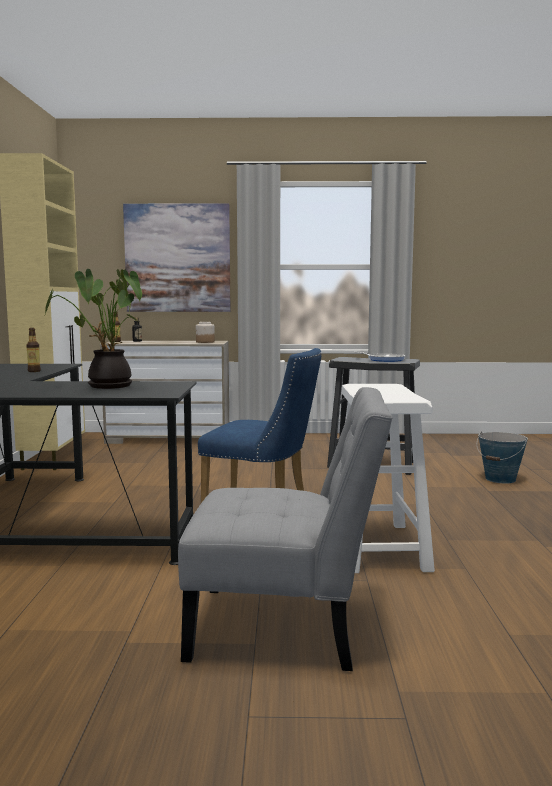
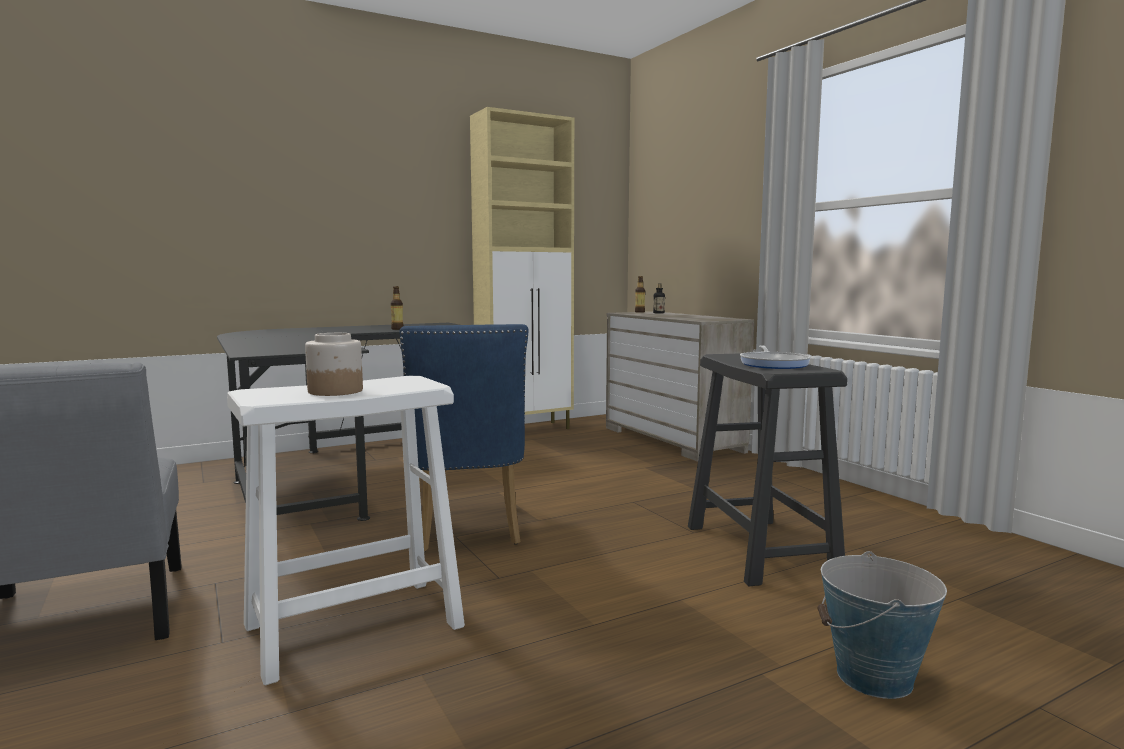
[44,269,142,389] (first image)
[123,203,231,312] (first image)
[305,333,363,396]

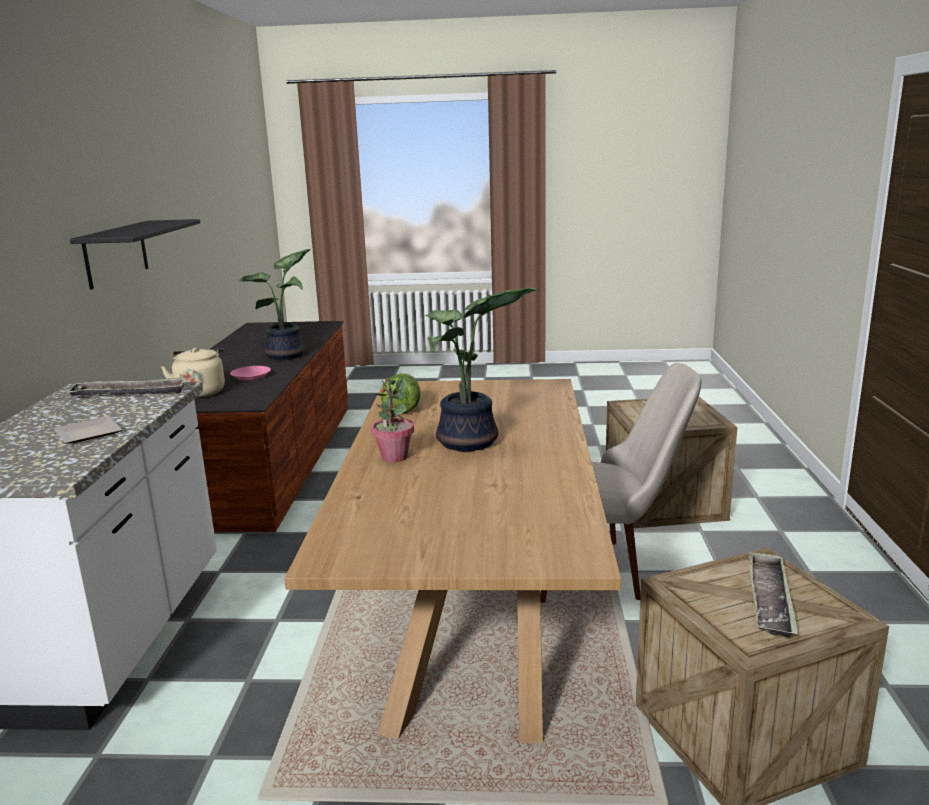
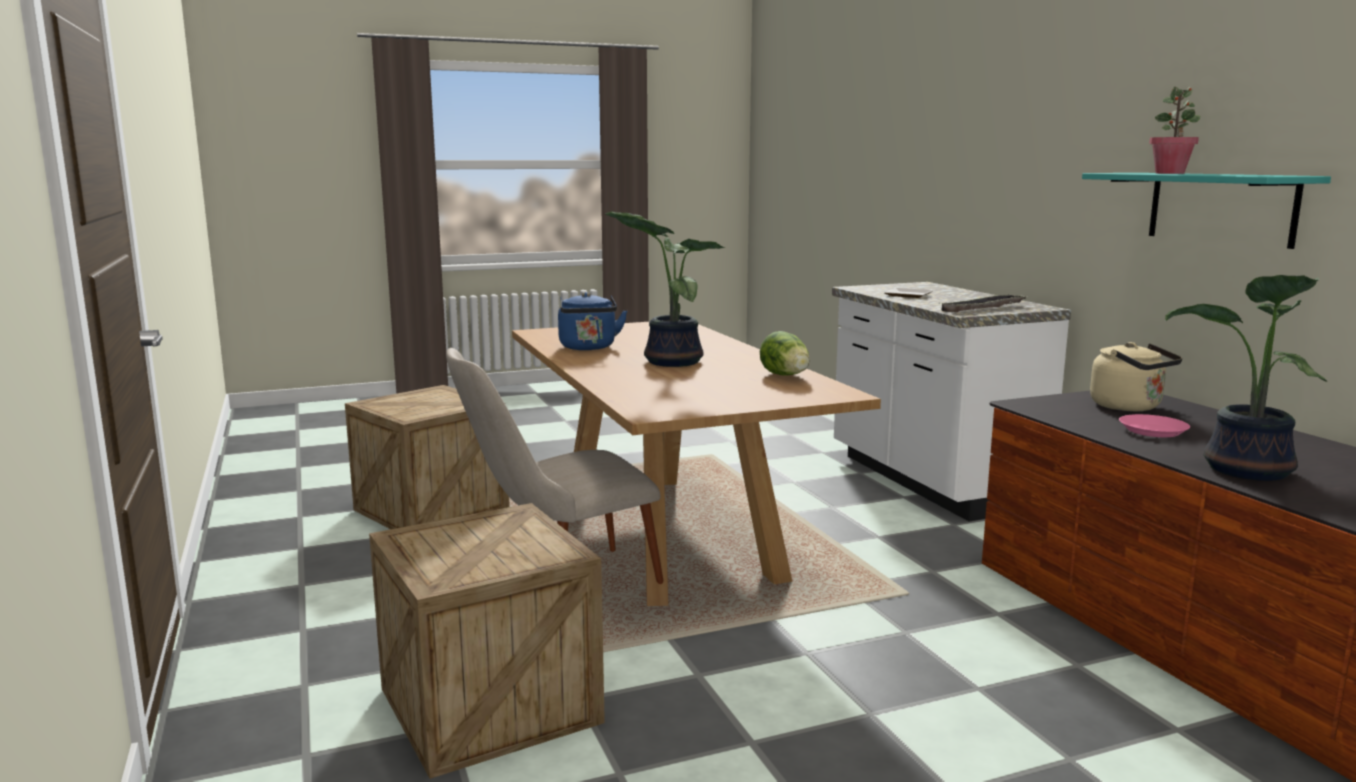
[1082,173,1331,249]
[1149,87,1201,174]
[748,551,798,638] (first image)
[558,292,627,350]

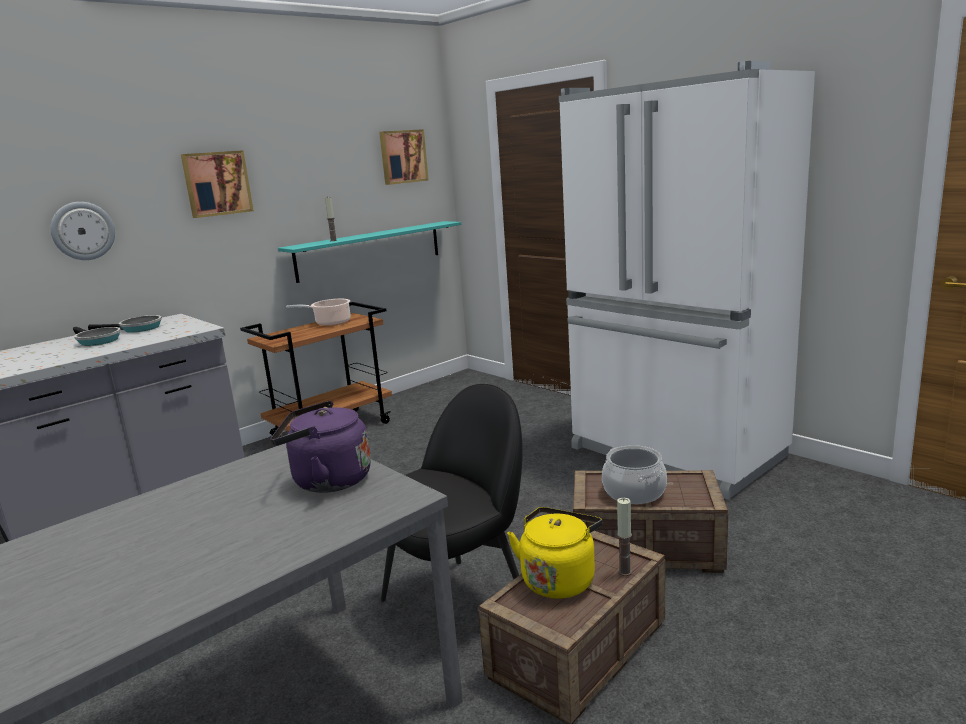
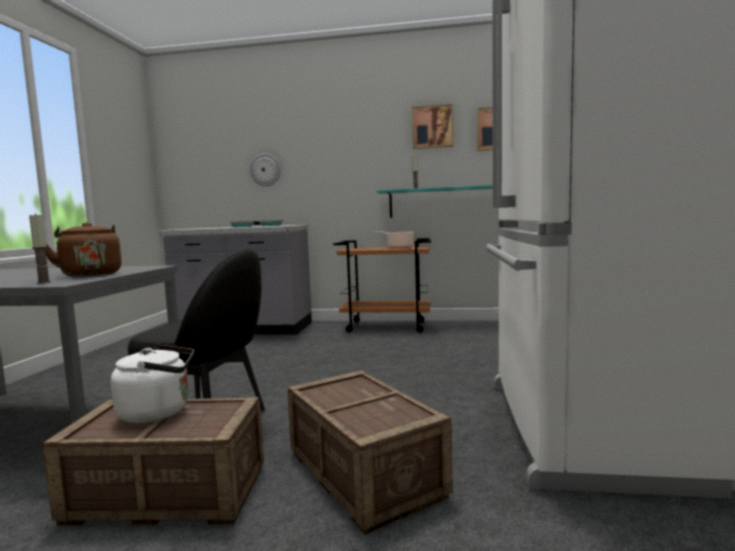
[412,104,454,149]
[45,222,122,277]
[111,344,194,423]
[602,445,667,504] (first image)
[29,213,51,284]

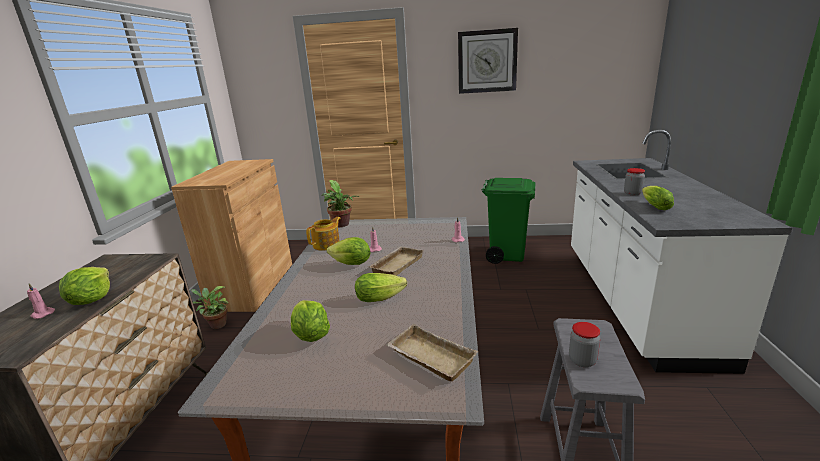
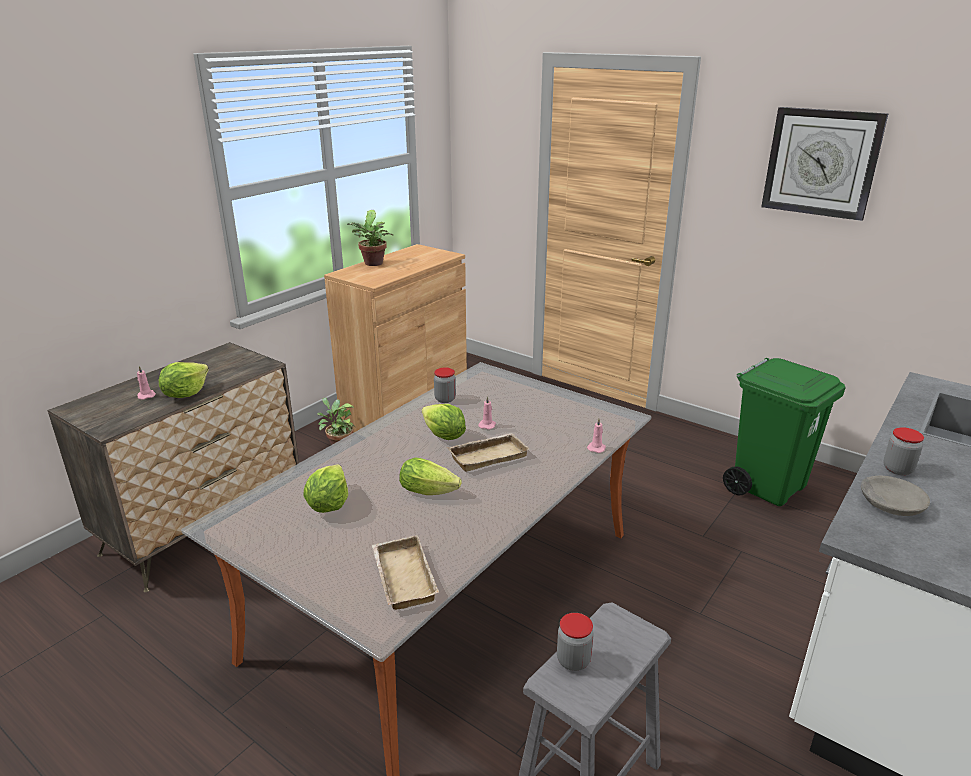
[434,367,456,403]
[347,210,393,266]
[861,476,930,516]

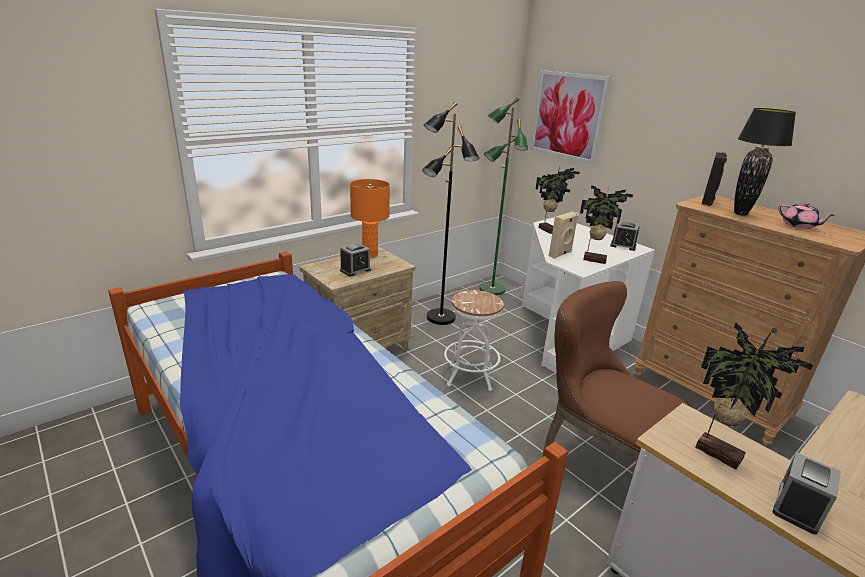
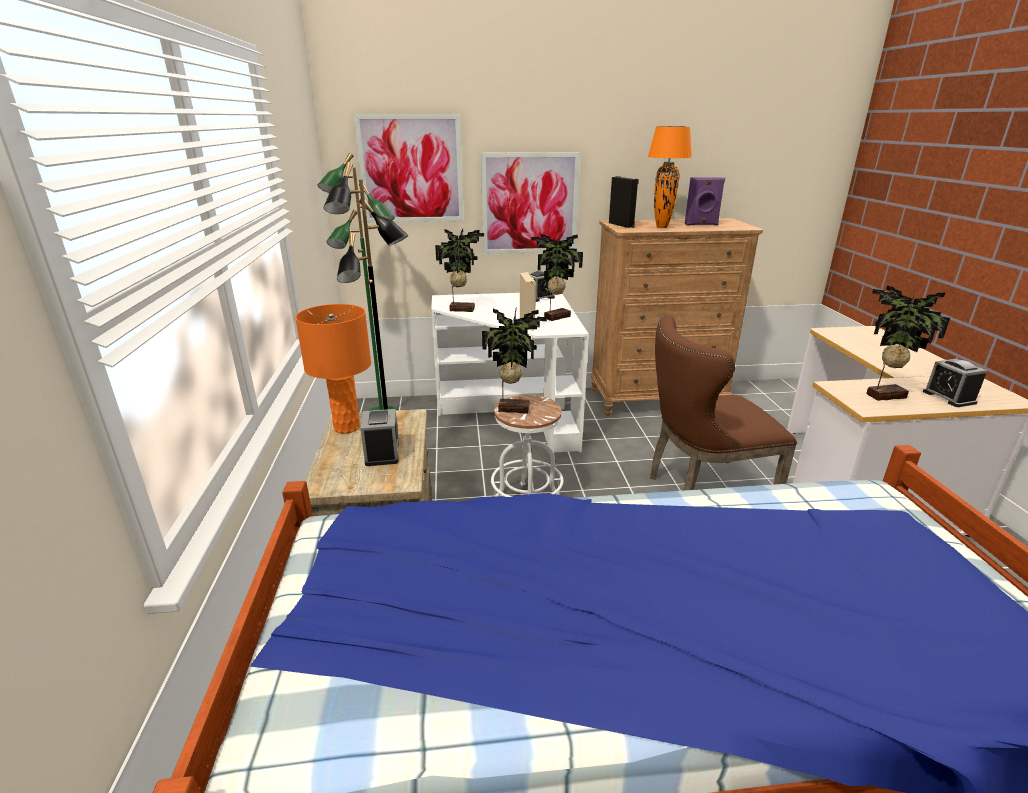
[648,126,692,228]
[685,177,725,225]
[481,152,580,254]
[482,306,547,414]

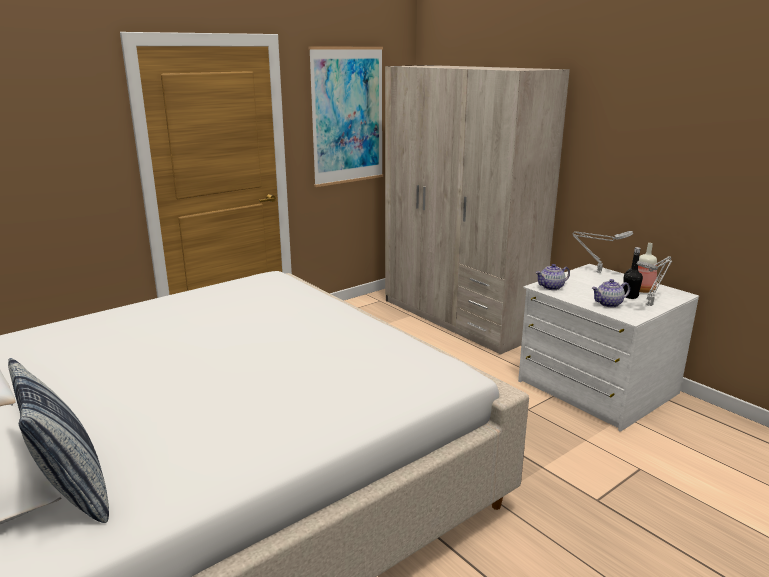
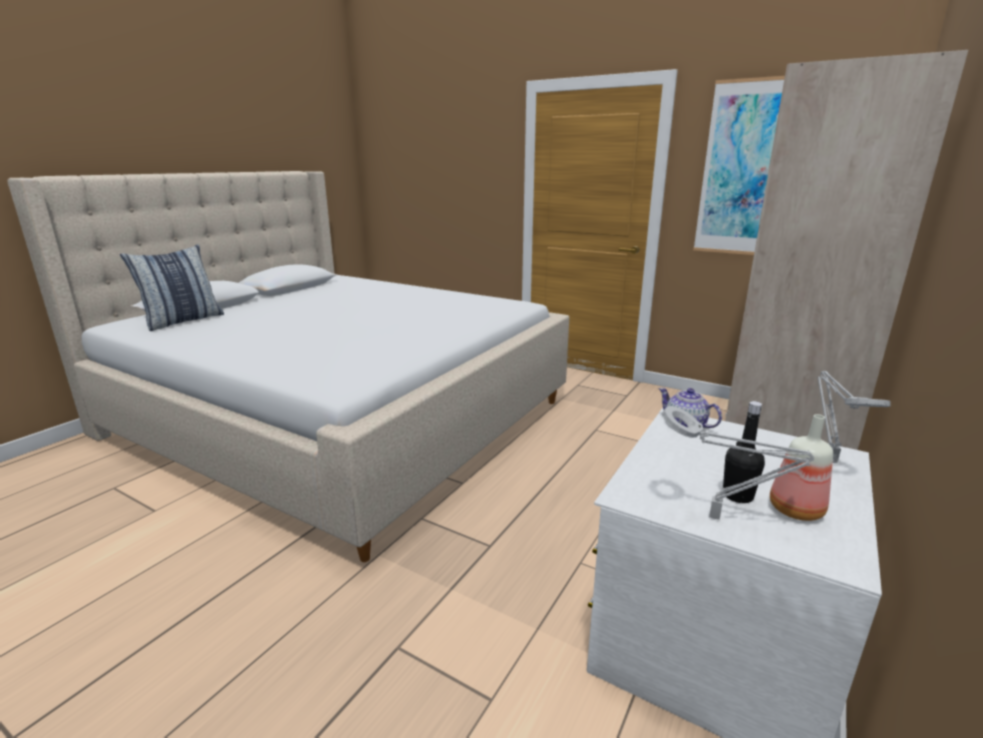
[592,279,630,307] (first image)

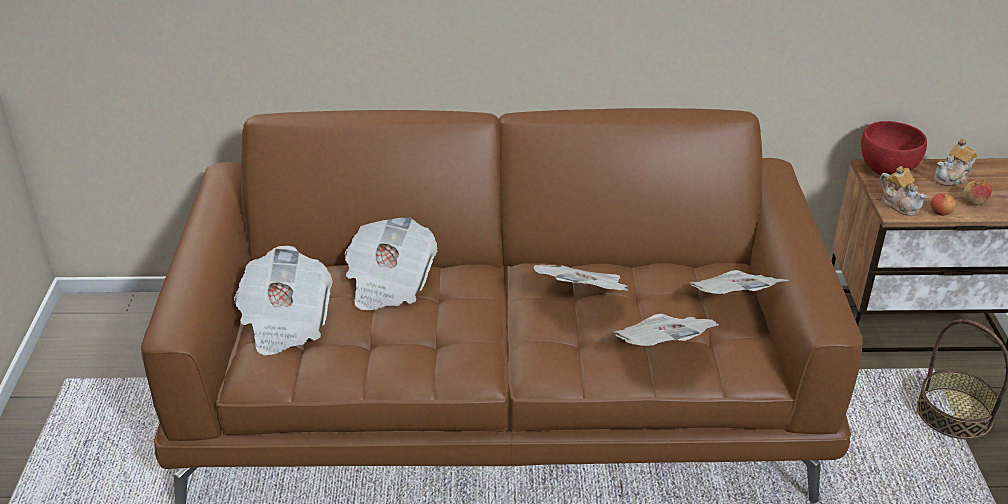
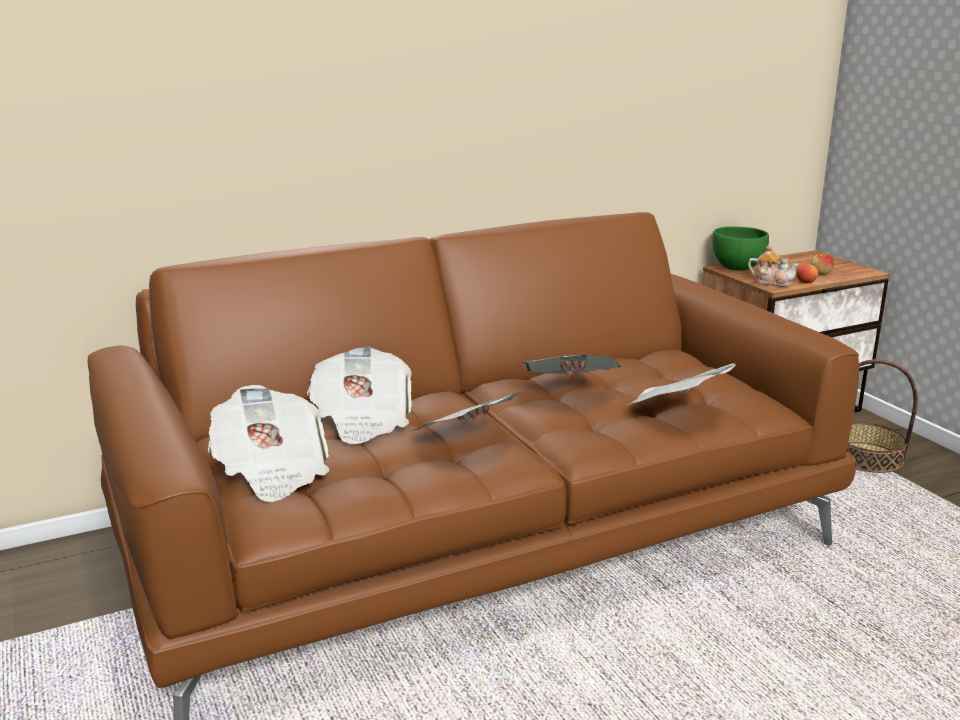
[413,392,524,431]
[712,226,769,270]
[933,138,977,186] (first image)

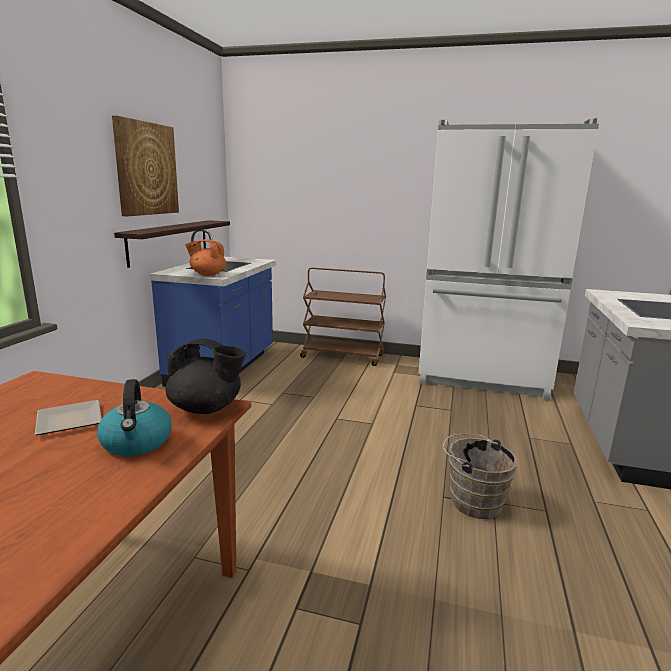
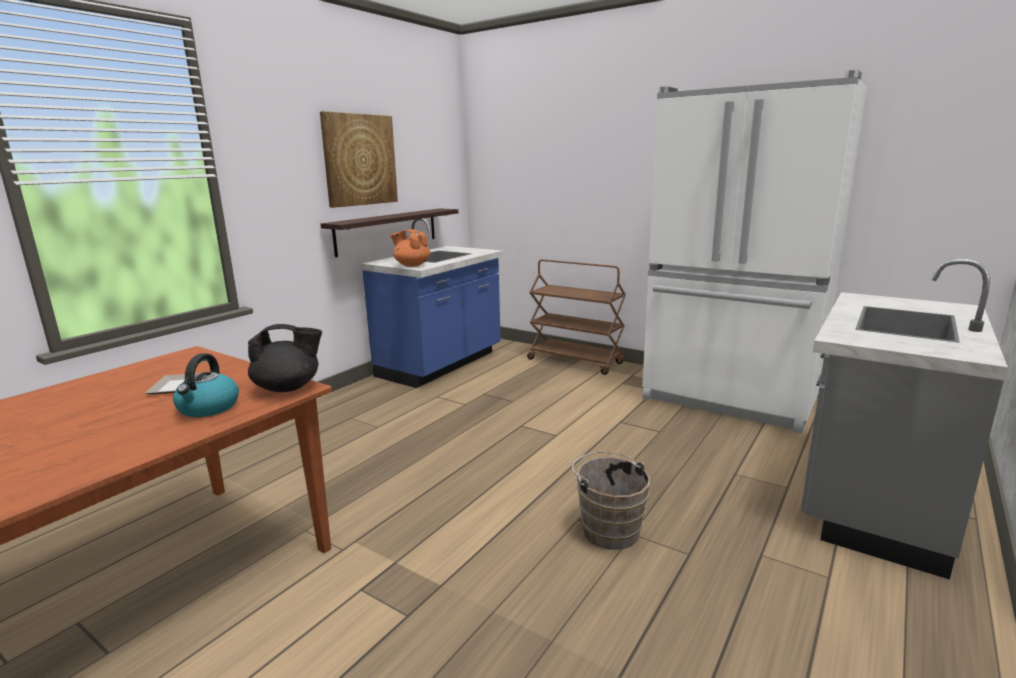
[248,324,322,392]

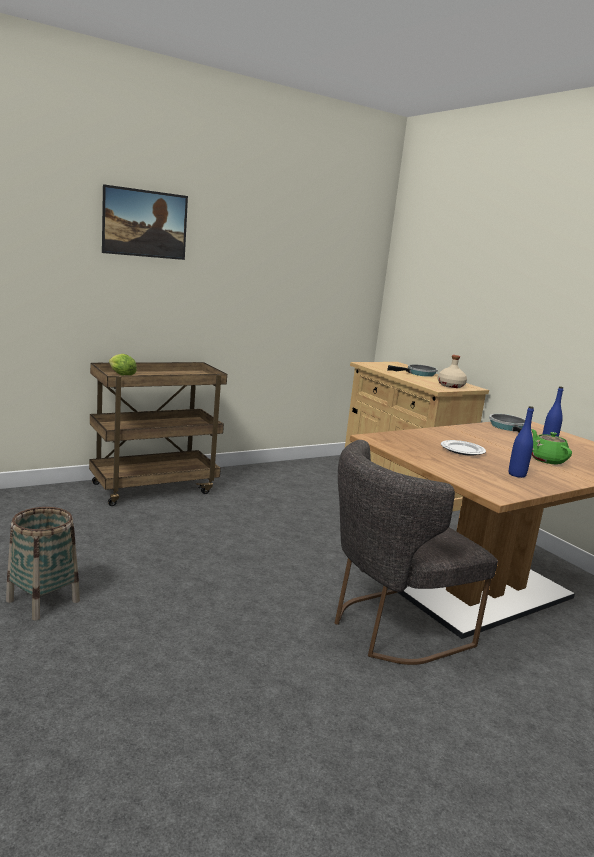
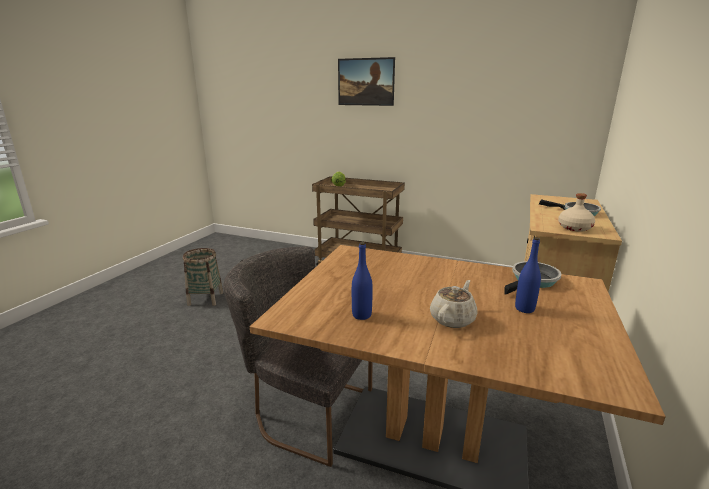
[441,440,486,456] (first image)
[430,280,477,328]

